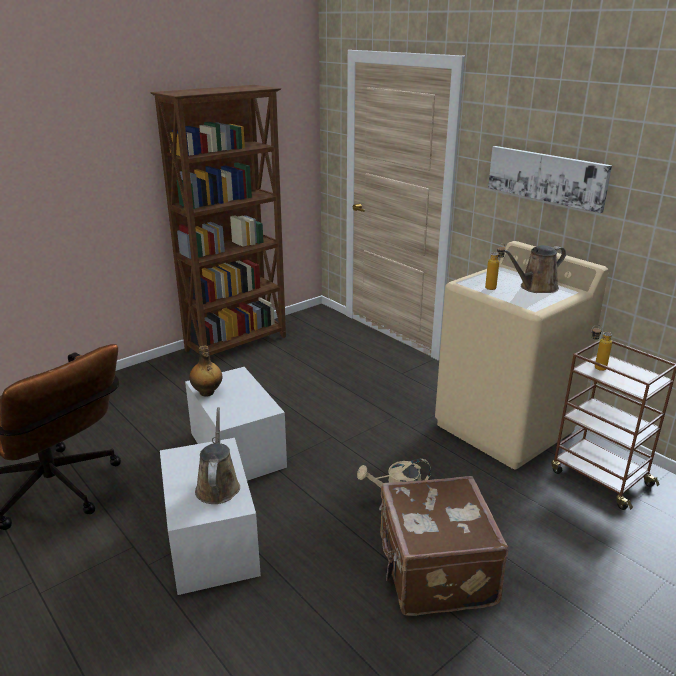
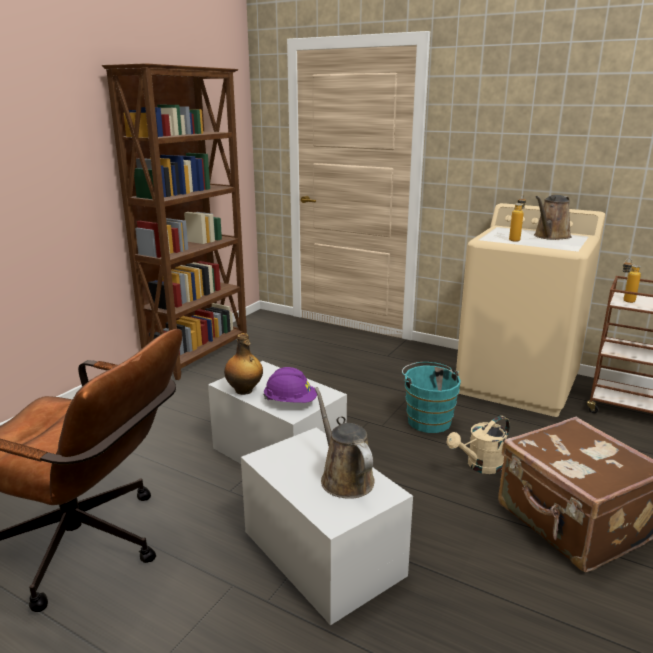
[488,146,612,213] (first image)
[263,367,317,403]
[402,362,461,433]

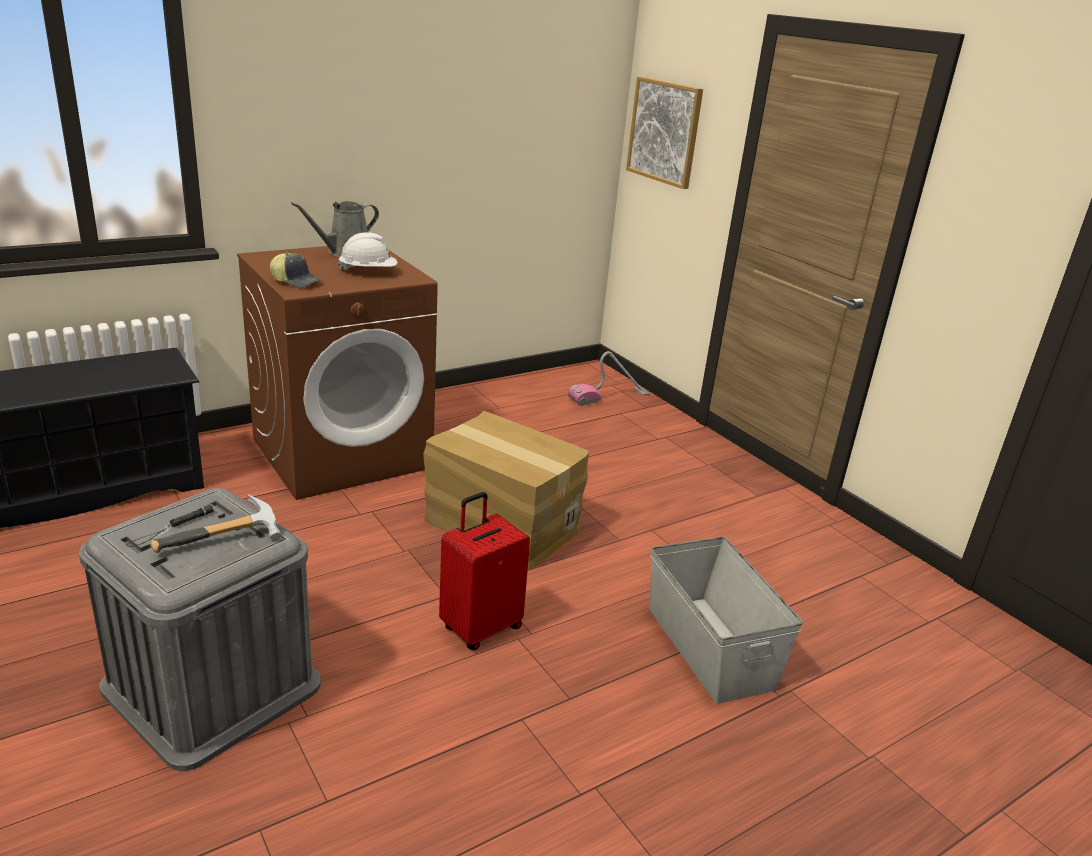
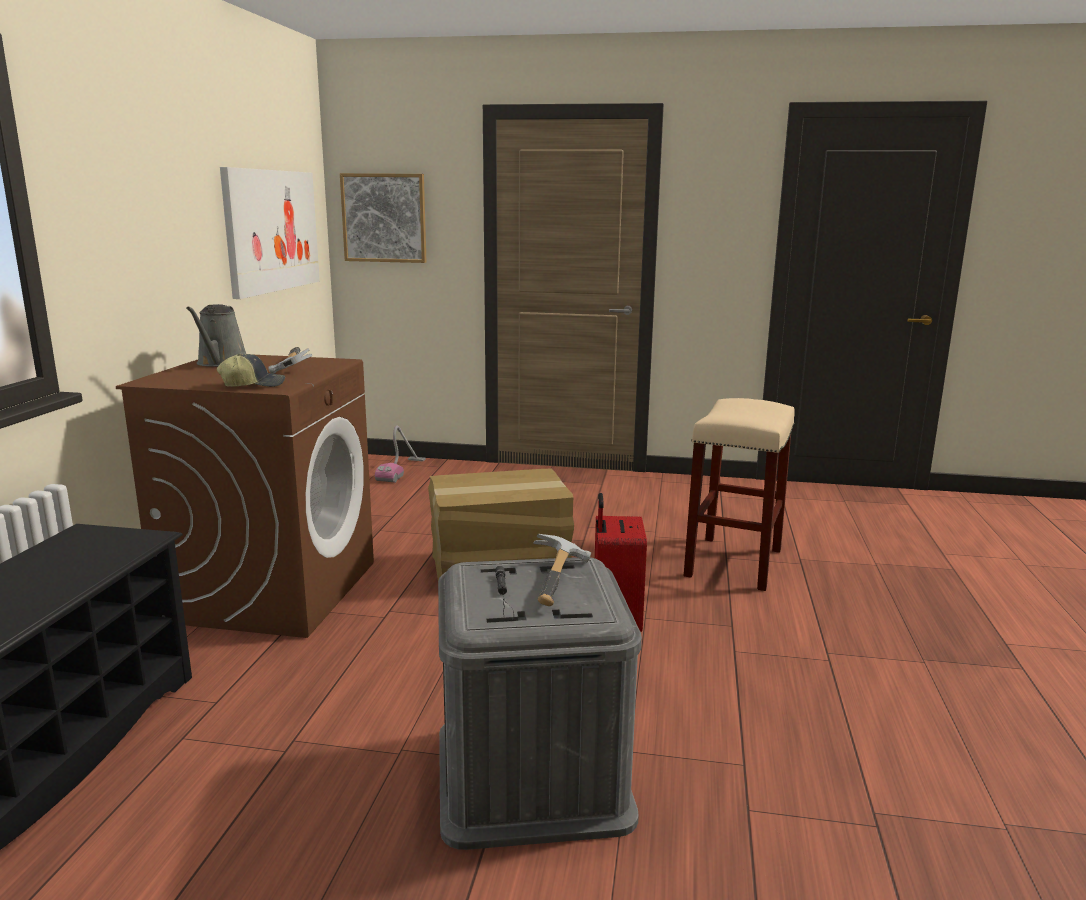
[268,347,312,374]
[684,398,795,591]
[220,167,320,299]

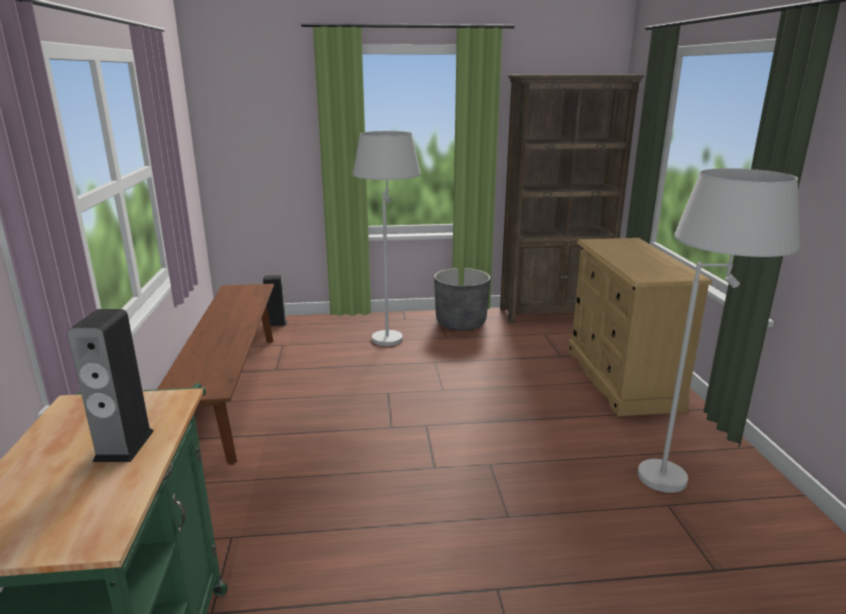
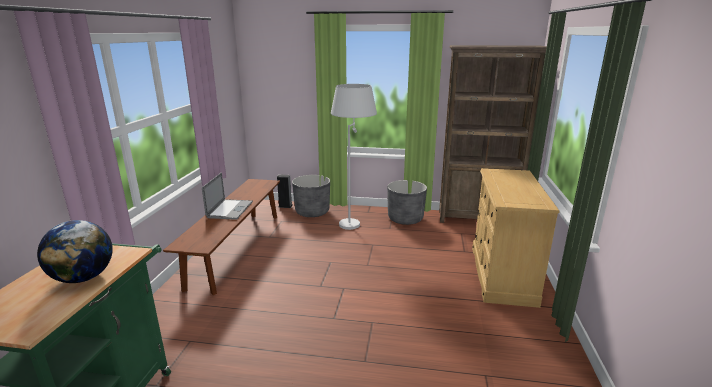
[37,220,113,283]
[638,168,800,493] (first image)
[202,172,253,220]
[292,175,330,217]

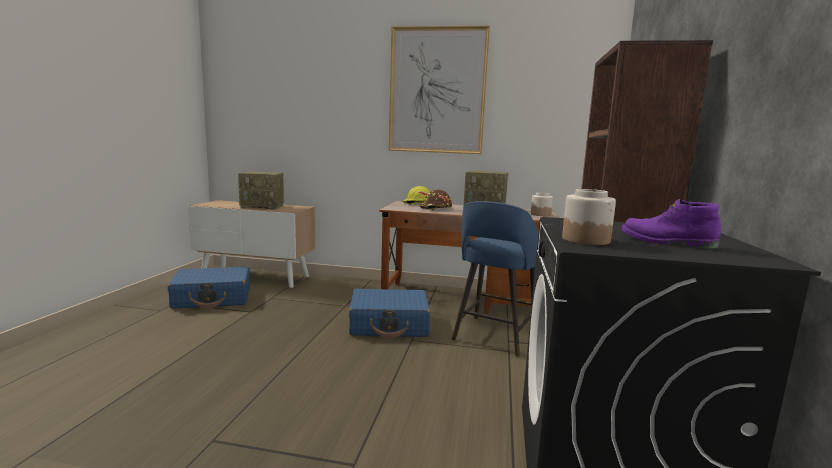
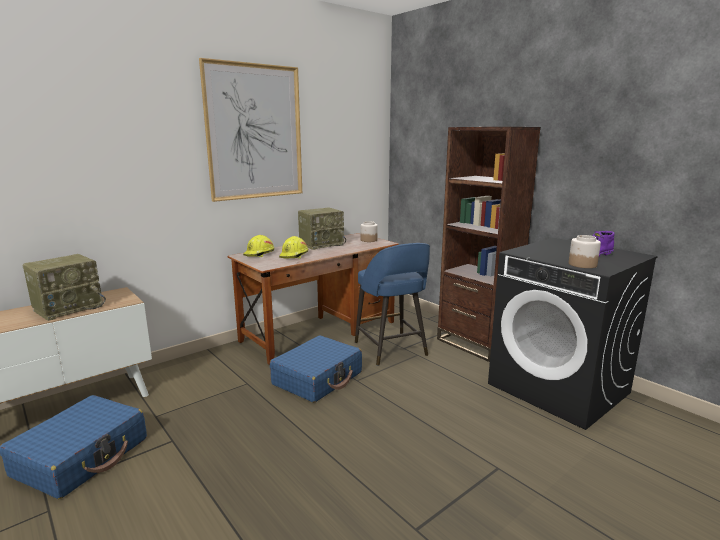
[279,236,308,259]

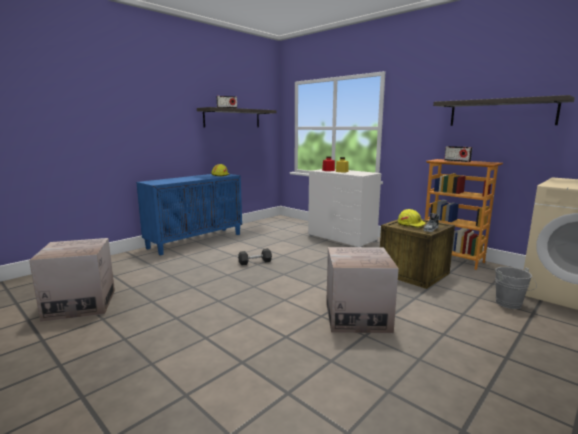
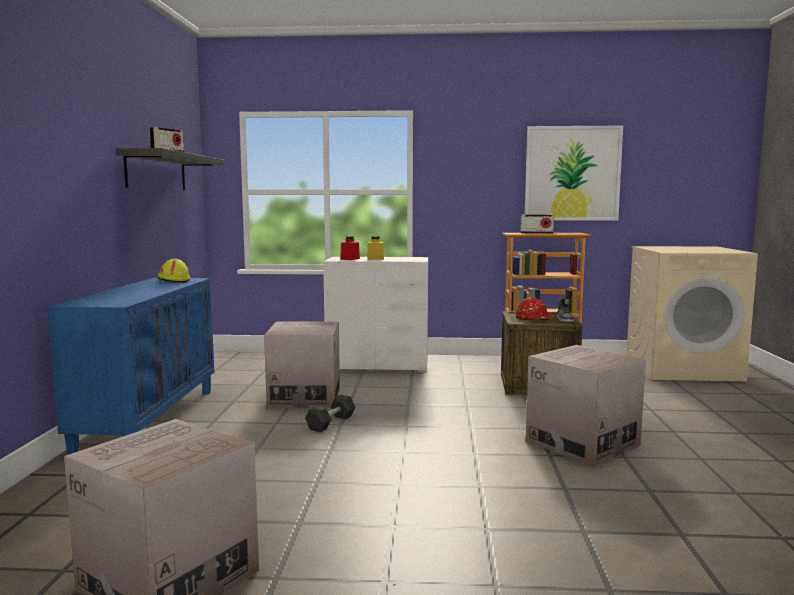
[515,298,553,321]
[525,126,623,221]
[495,267,537,309] (first image)
[264,321,340,408]

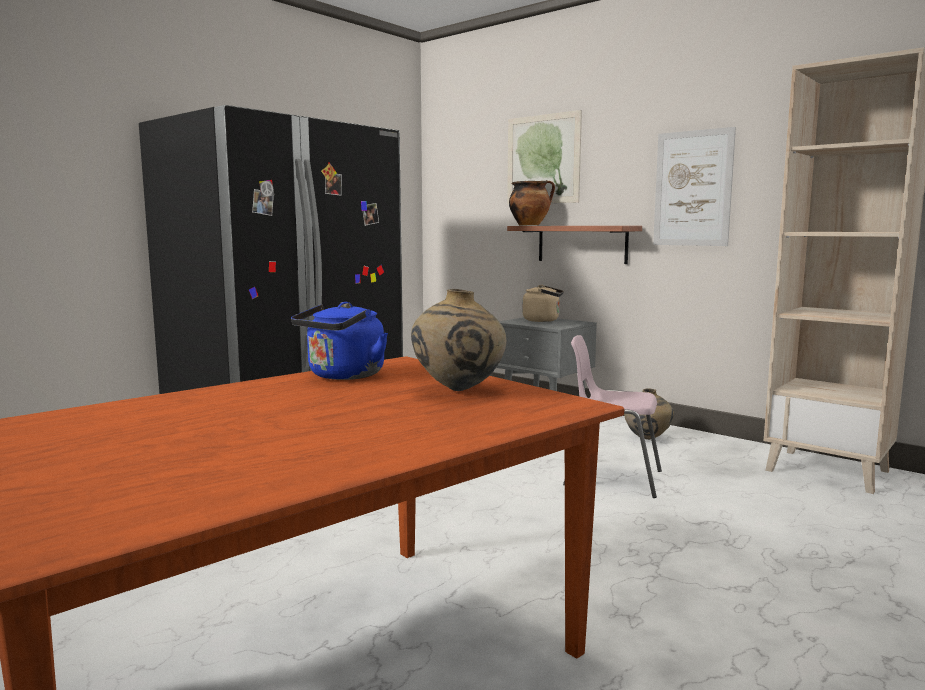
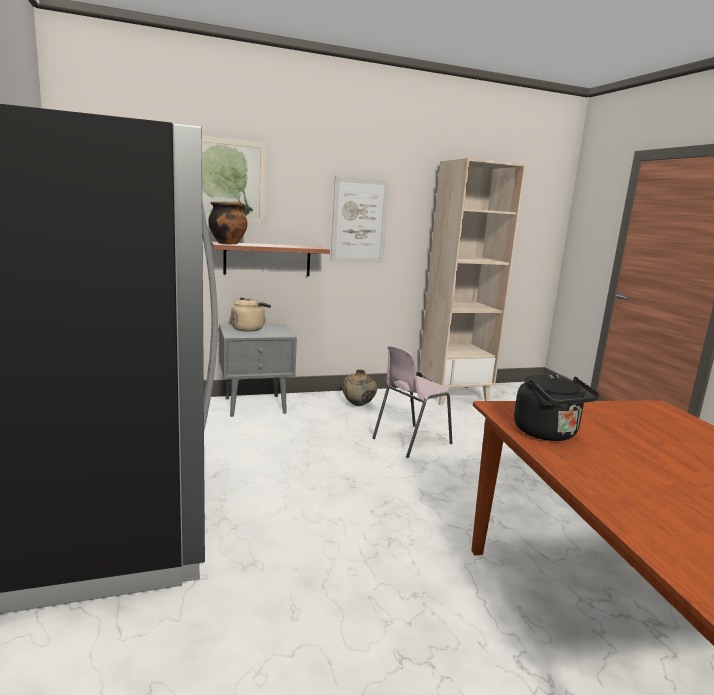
[514,374,600,441]
[411,289,506,391] (first image)

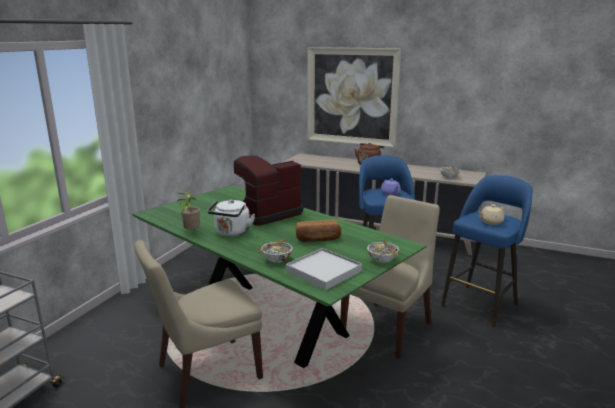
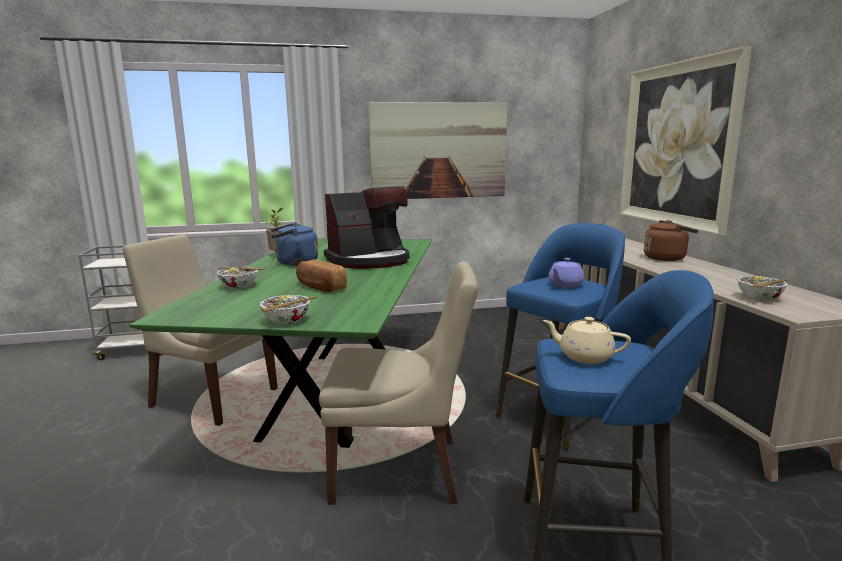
[271,223,318,266]
[324,187,409,269]
[286,248,362,290] (first image)
[368,102,507,199]

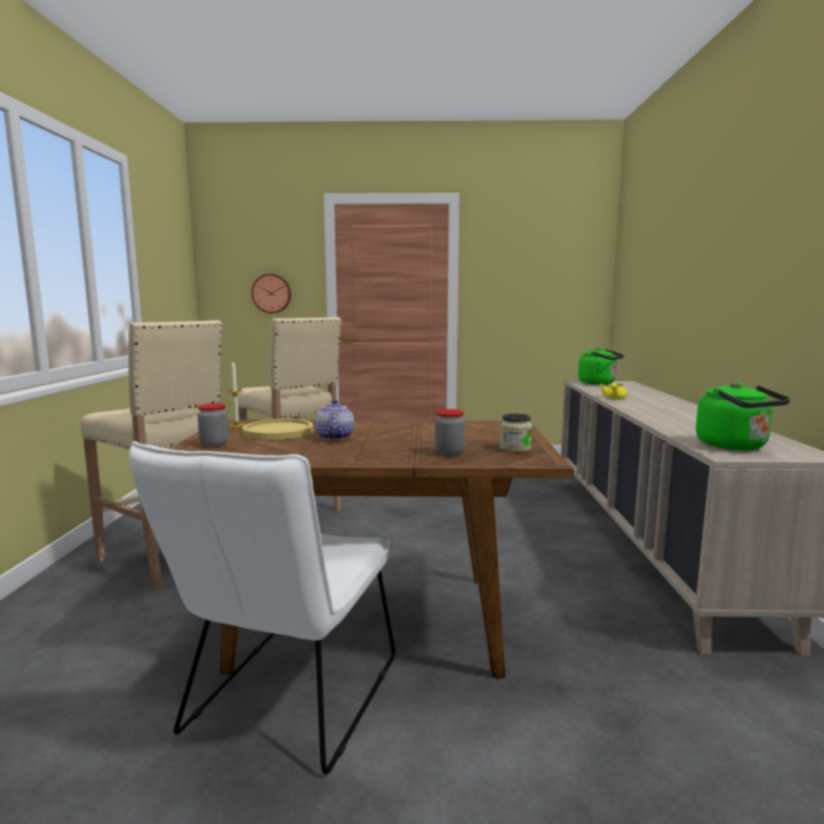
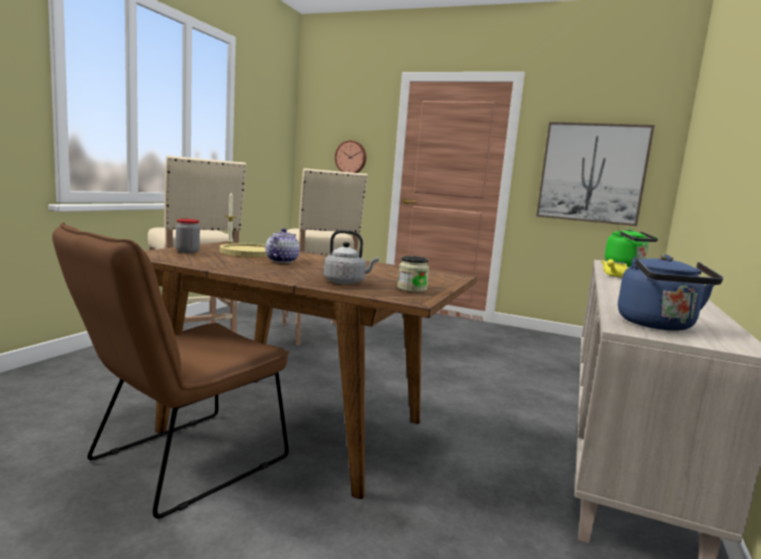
[52,223,289,519]
[324,230,379,284]
[618,255,723,331]
[536,122,655,226]

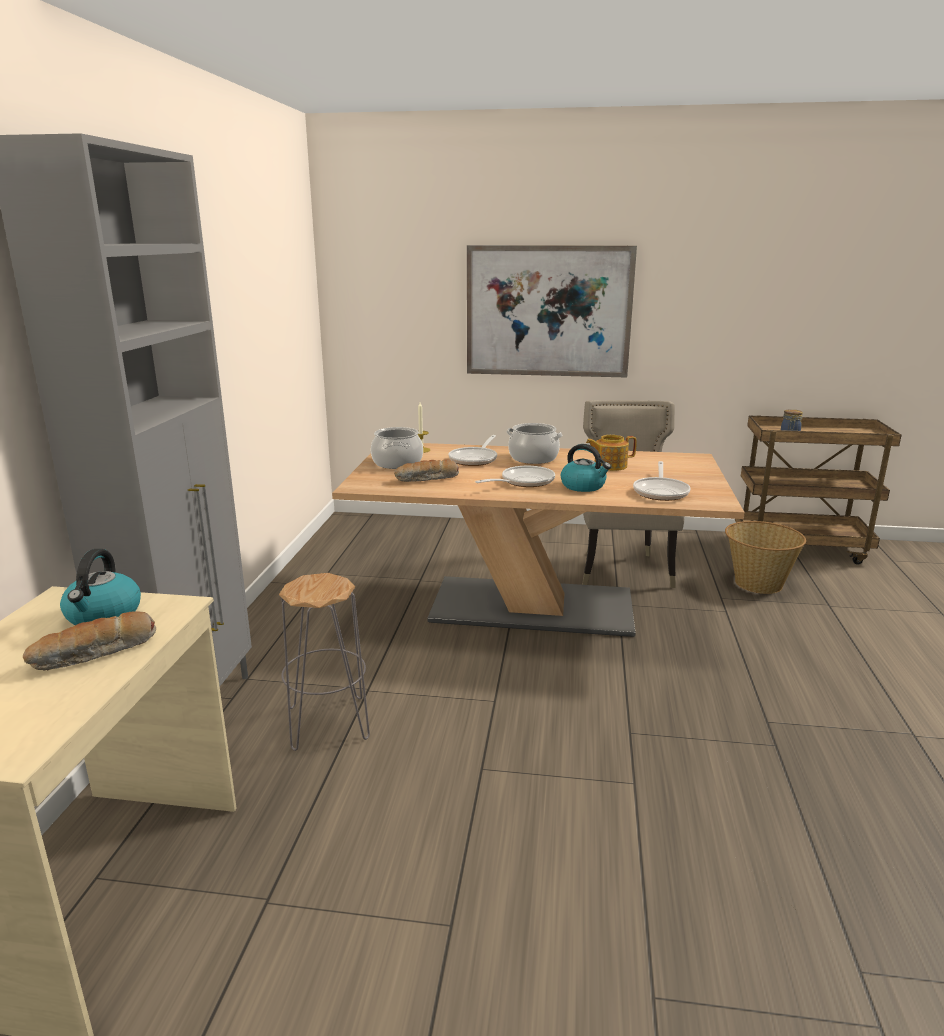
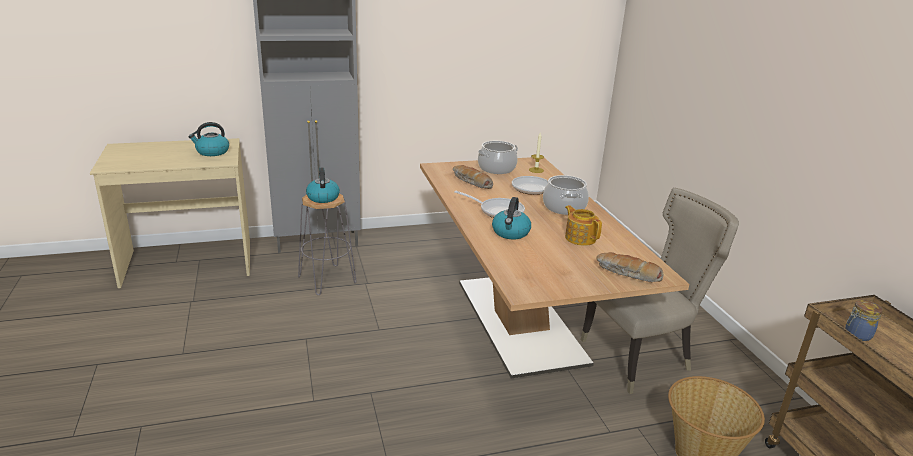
[596,252,663,282]
[467,245,637,378] (first image)
[633,461,691,501] (first image)
[306,168,340,203]

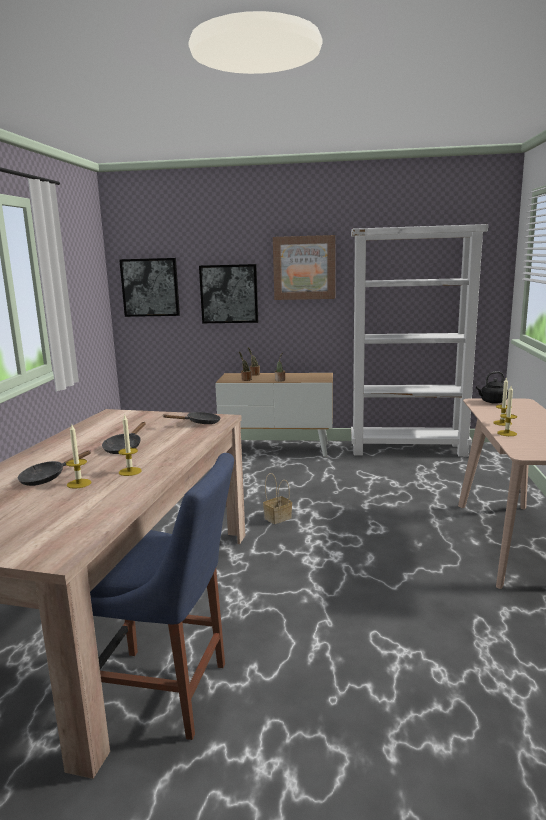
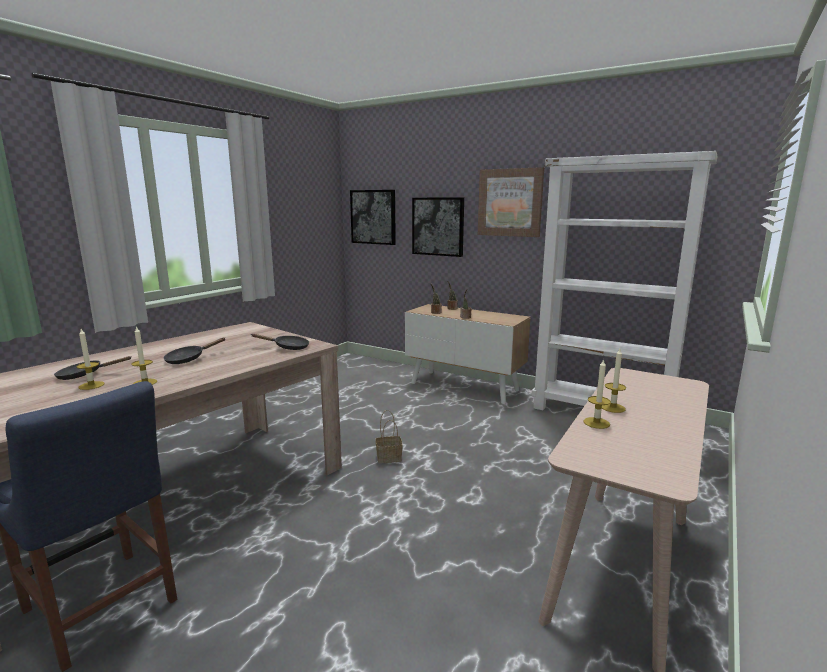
[476,371,508,404] (first image)

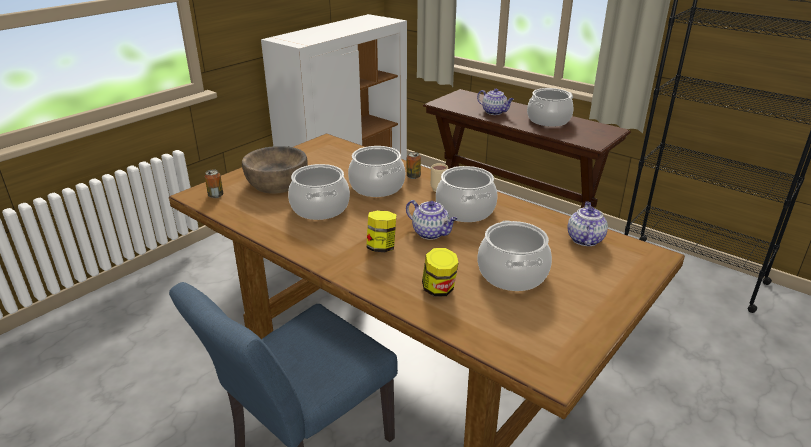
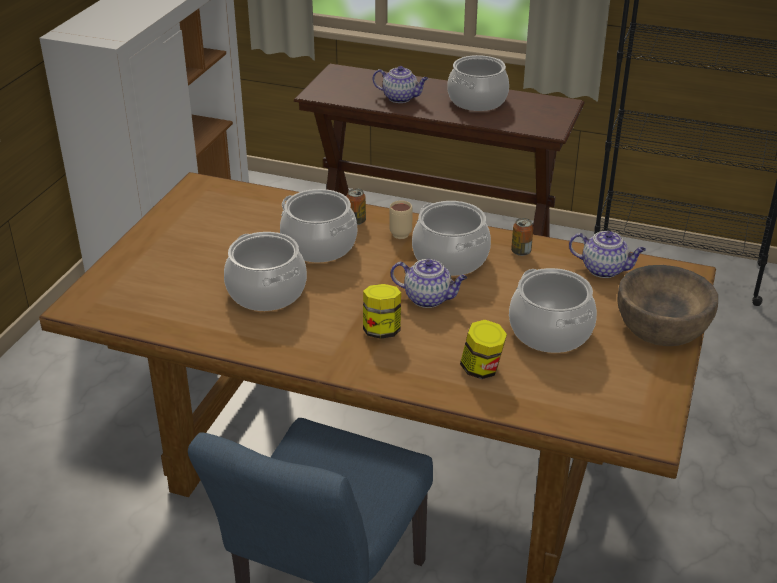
[511,218,534,256]
[617,265,718,346]
[569,231,646,278]

